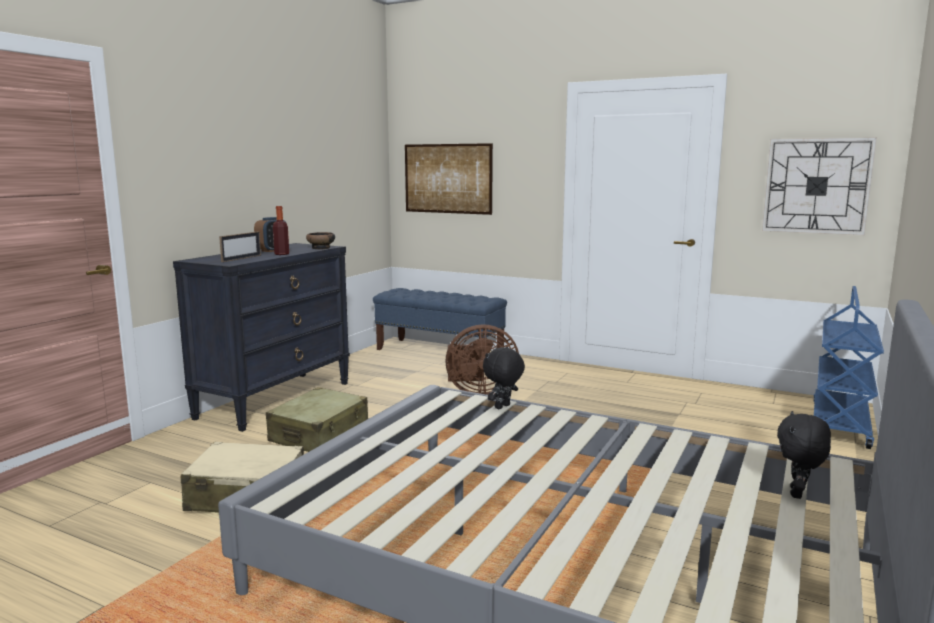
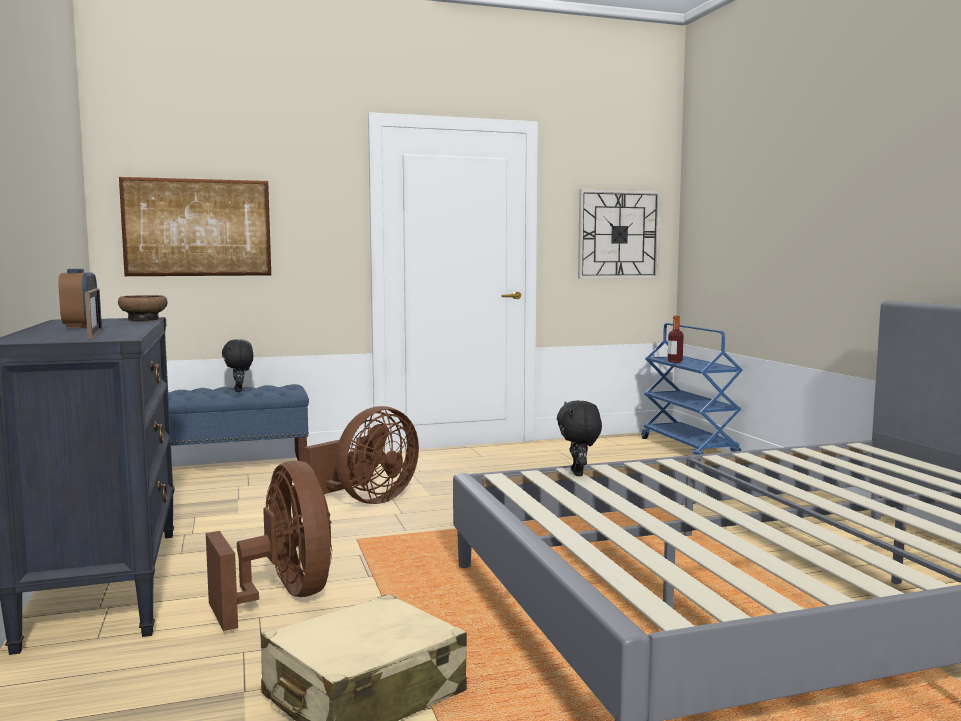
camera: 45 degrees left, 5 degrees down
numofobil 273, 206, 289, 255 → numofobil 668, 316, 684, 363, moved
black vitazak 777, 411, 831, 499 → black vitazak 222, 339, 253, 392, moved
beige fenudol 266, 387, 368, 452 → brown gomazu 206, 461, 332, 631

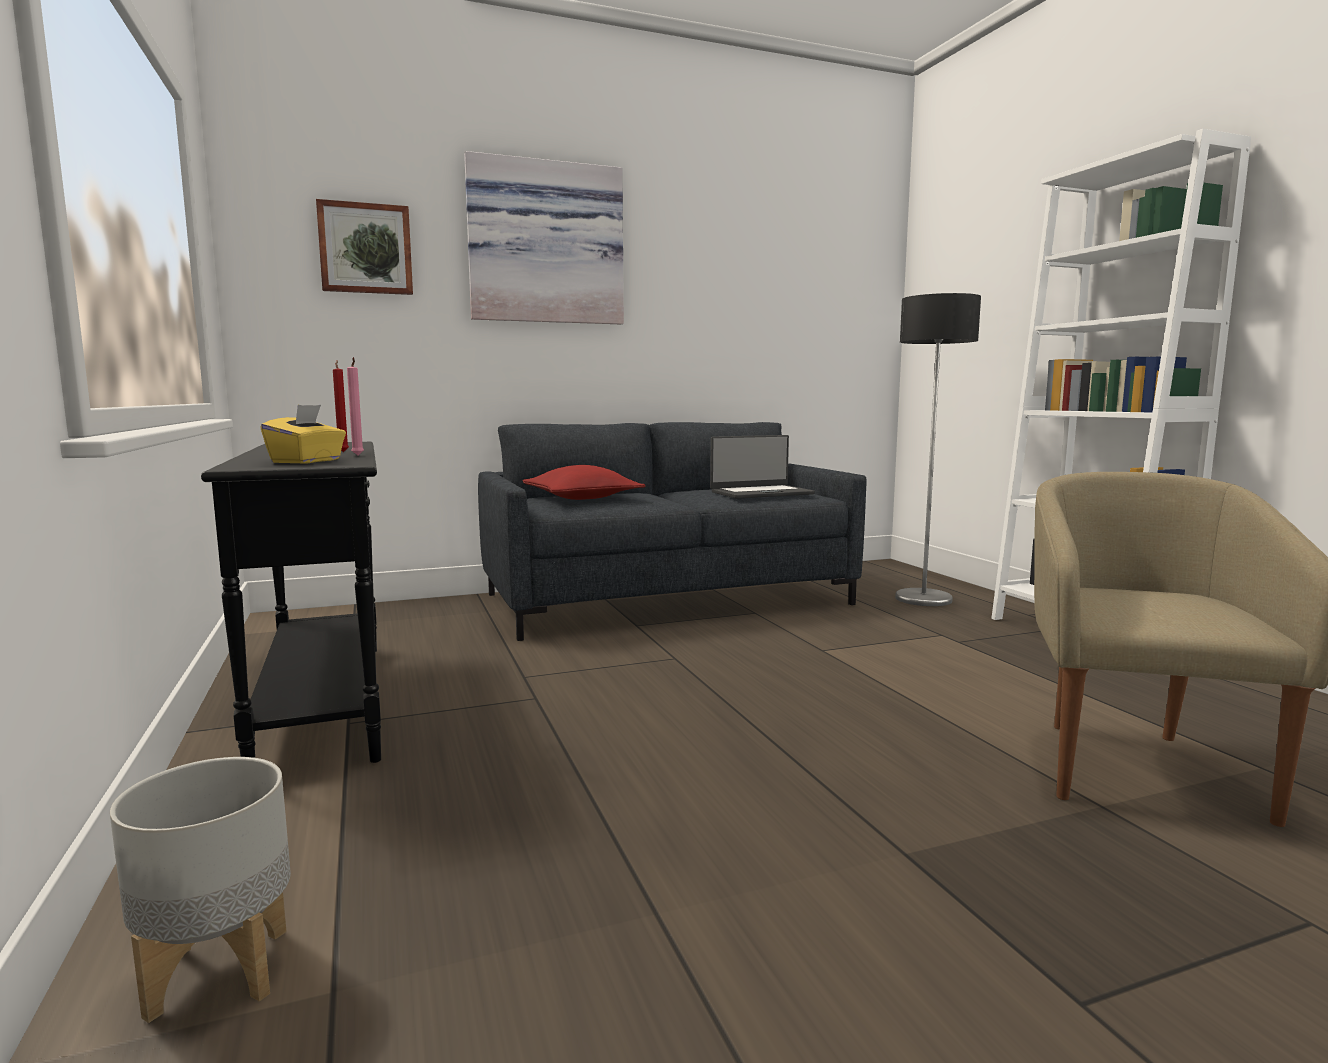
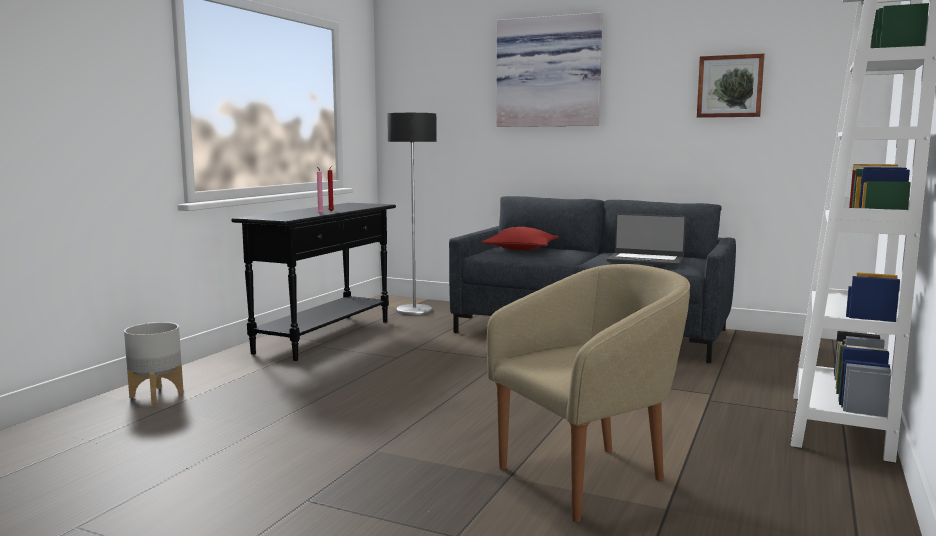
camera: 45 degrees right, 0 degrees up
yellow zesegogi 260, 405, 346, 463 → -
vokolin 316, 199, 413, 295 → vokolin 697, 53, 765, 118, moved
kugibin 895, 293, 981, 606 → kugibin 387, 113, 437, 316, moved

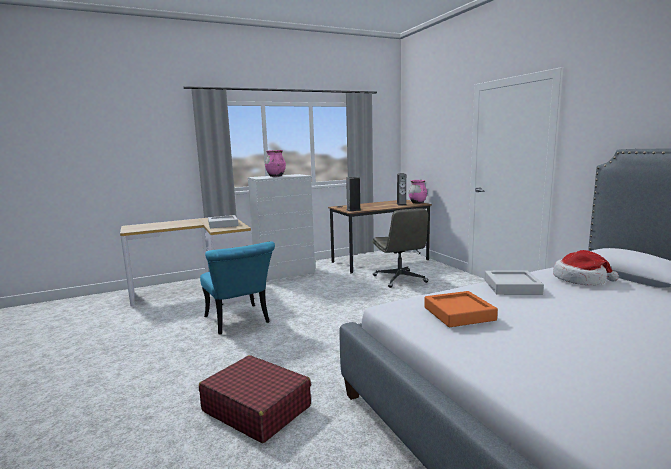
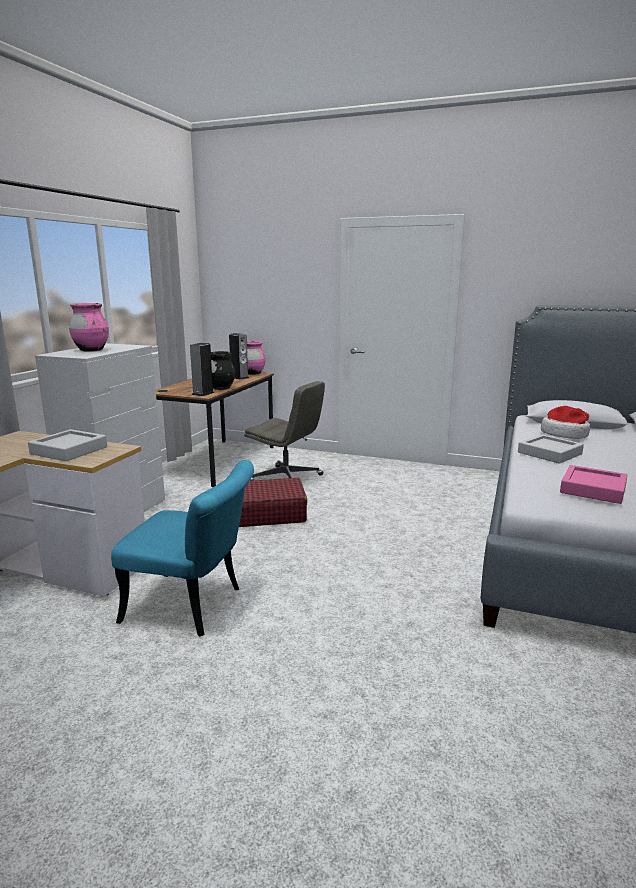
camera: 45 degrees left, 5 degrees up
- → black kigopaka 211, 351, 235, 390
red fenudol 199, 355, 311, 443 → red fenudol 239, 478, 307, 527, moved
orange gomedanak 424, 291, 498, 327 → pink gomedanak 560, 465, 628, 504

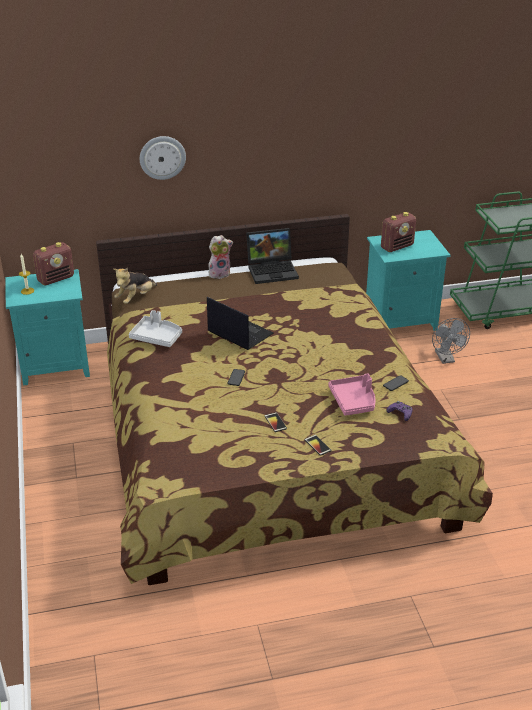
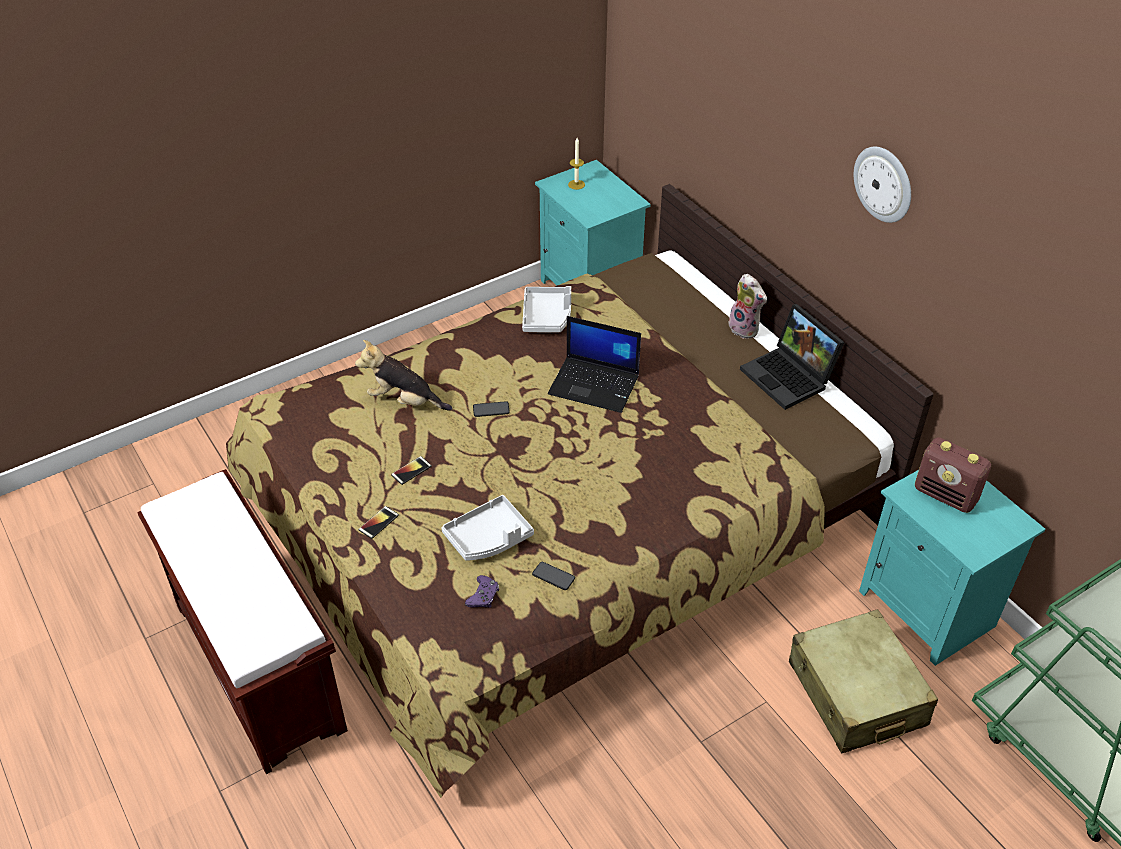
camera: 70 degrees right, 10 degrees up
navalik 33, 242, 74, 285 → -
- → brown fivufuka 137, 469, 348, 774
vitazak 113, 268, 157, 304 → vitazak 355, 340, 452, 411, moved
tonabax 140, 136, 186, 180 → tonabax 854, 147, 911, 223, moved
grey gomazu 432, 318, 470, 364 → beige fenudol 789, 609, 938, 753
pink gomedanak 328, 373, 376, 416 → grey gomedanak 442, 495, 534, 561
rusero 207, 297, 274, 350 → rusero 548, 316, 641, 413, 90 degrees clockwise

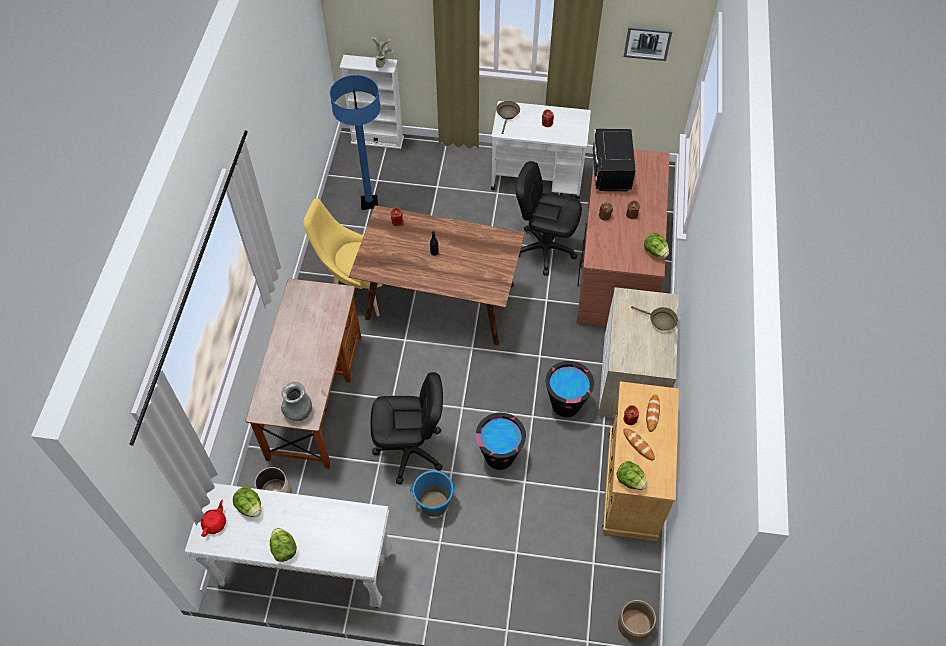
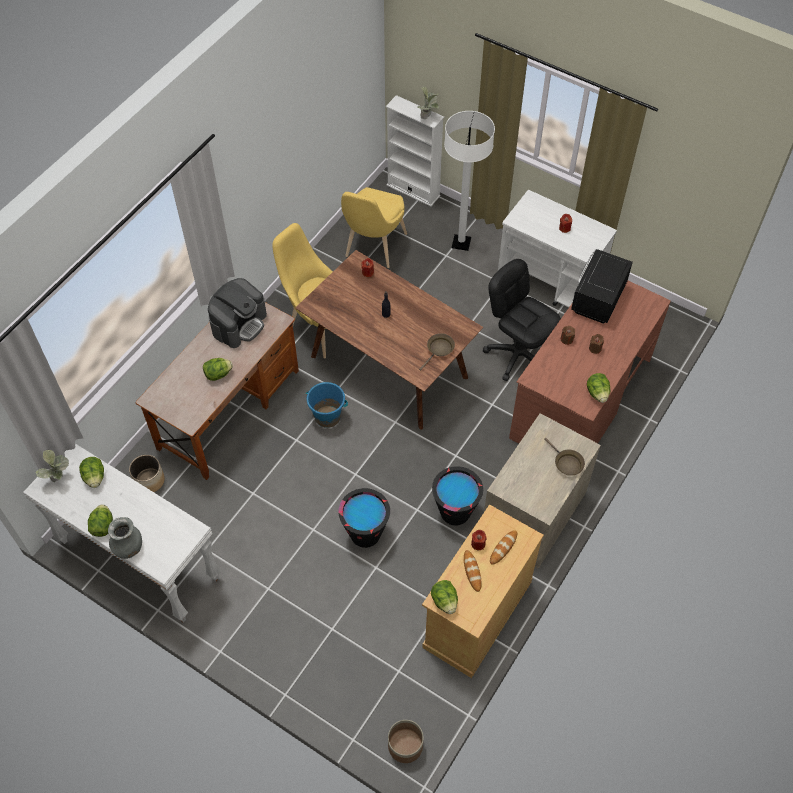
camera: 25 degrees right, 0 degrees up
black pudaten 370, 372, 443, 485 → -
vokolin 624, 26, 672, 61 → -
- → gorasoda 203, 358, 233, 381
- → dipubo 208, 278, 267, 348
- → white kugibin 444, 111, 495, 251
grey kigopaka 281, 382, 312, 421 → grey kigopaka 108, 517, 142, 559, moved
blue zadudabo 410, 470, 456, 517 → blue zadudabo 306, 382, 348, 428, moved
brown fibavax 496, 101, 520, 134 → brown fibavax 419, 333, 455, 371, moved
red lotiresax 201, 500, 226, 537 → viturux 35, 450, 69, 482
blue kugibin 330, 75, 381, 210 → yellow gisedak 341, 187, 407, 268

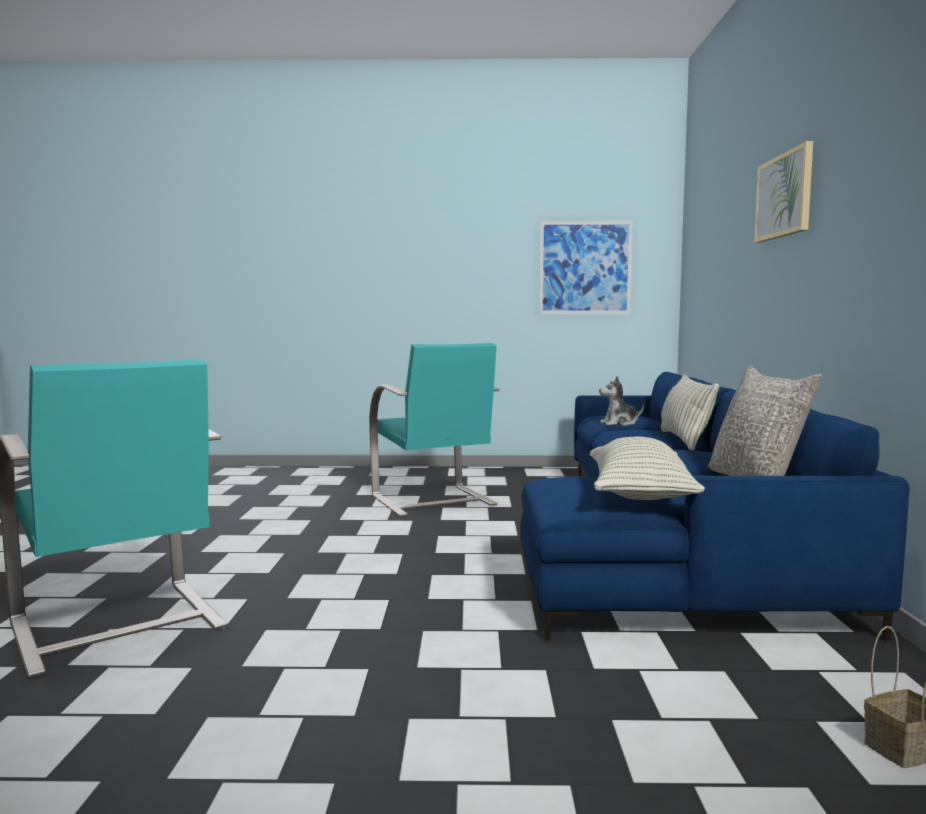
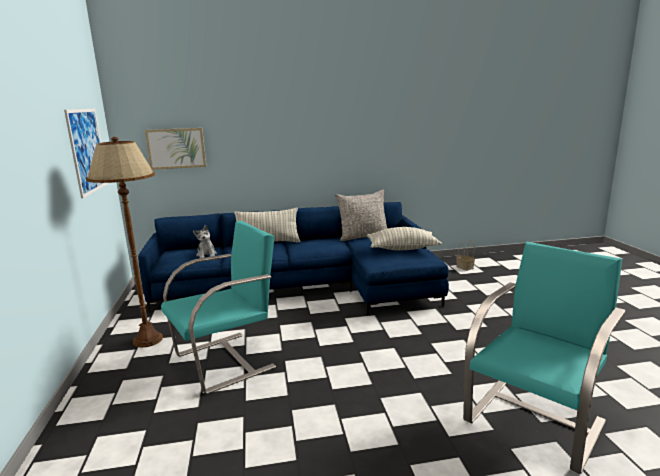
camera: 100 degrees left, 10 degrees up
- → brown kugibin 86, 137, 163, 348
vokolin 754, 141, 813, 243 → vokolin 145, 128, 206, 170, moved

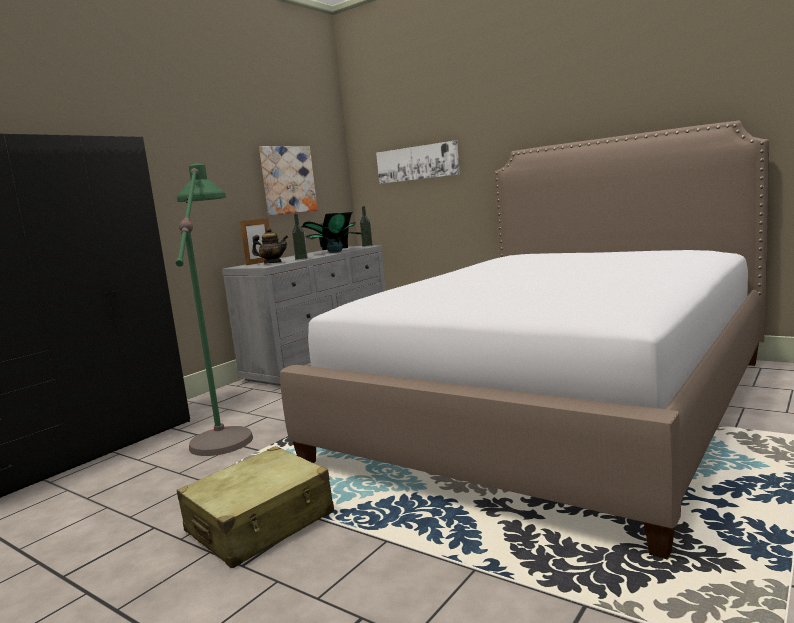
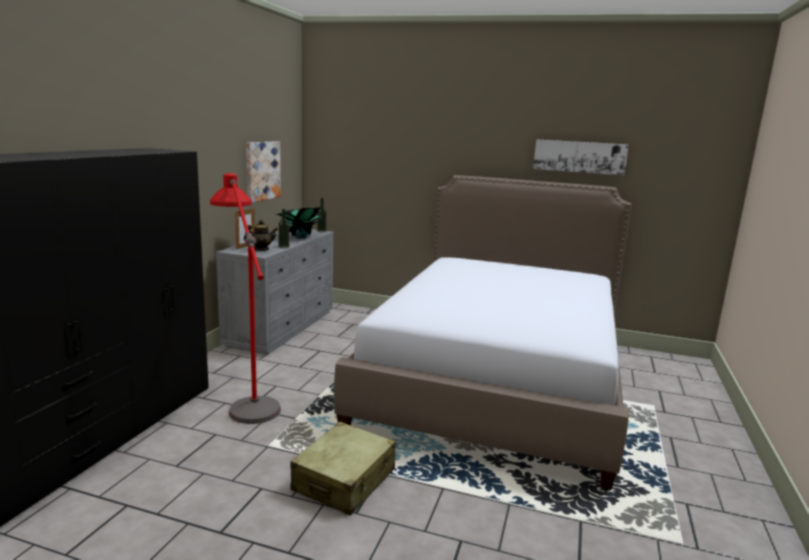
camera: 20 degrees left, 5 degrees up
vokolin 376, 140, 460, 184 → vokolin 533, 139, 629, 175, moved
green kugibin 176, 163, 253, 456 → red kugibin 210, 173, 281, 424

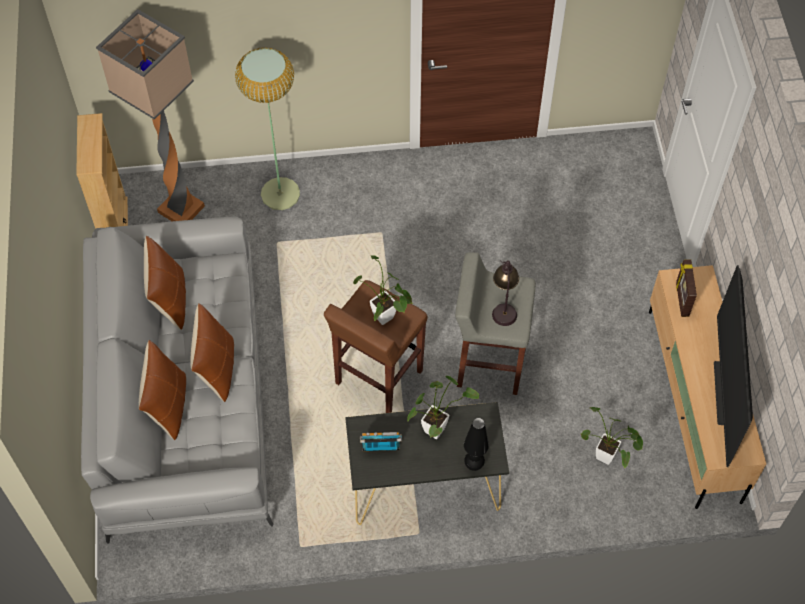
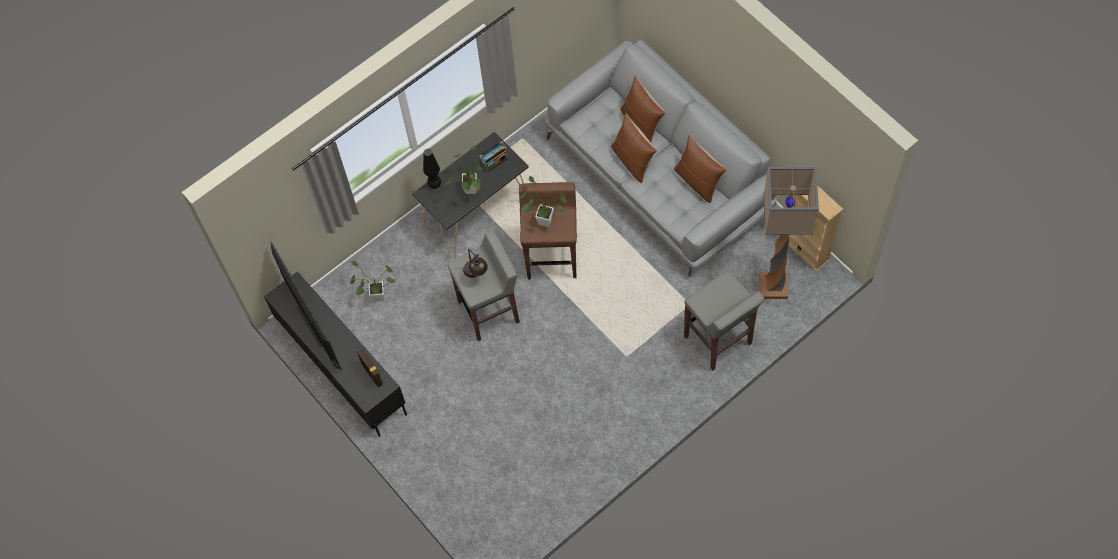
camera: 150 degrees right, 5 degrees up
kugibin 235, 47, 300, 210 → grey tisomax 684, 271, 765, 371
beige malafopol 649, 265, 766, 509 → black malafopol 264, 271, 407, 437

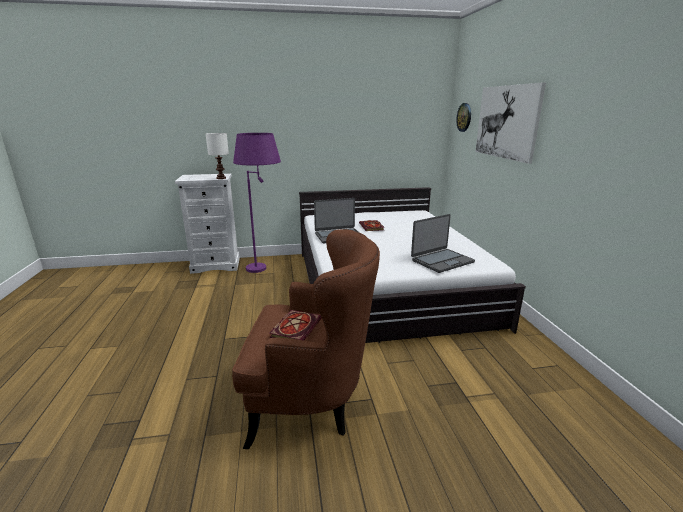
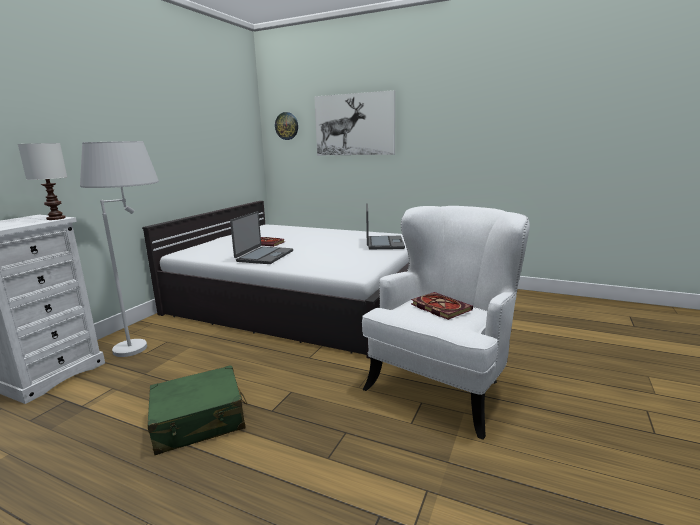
camera: 55 degrees left, 5 degrees down
- → green fenudol 147, 365, 248, 455
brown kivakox 232, 229, 380, 449 → white kivakox 362, 206, 530, 440
purple kugibin 233, 133, 281, 273 → white kugibin 80, 141, 159, 357

